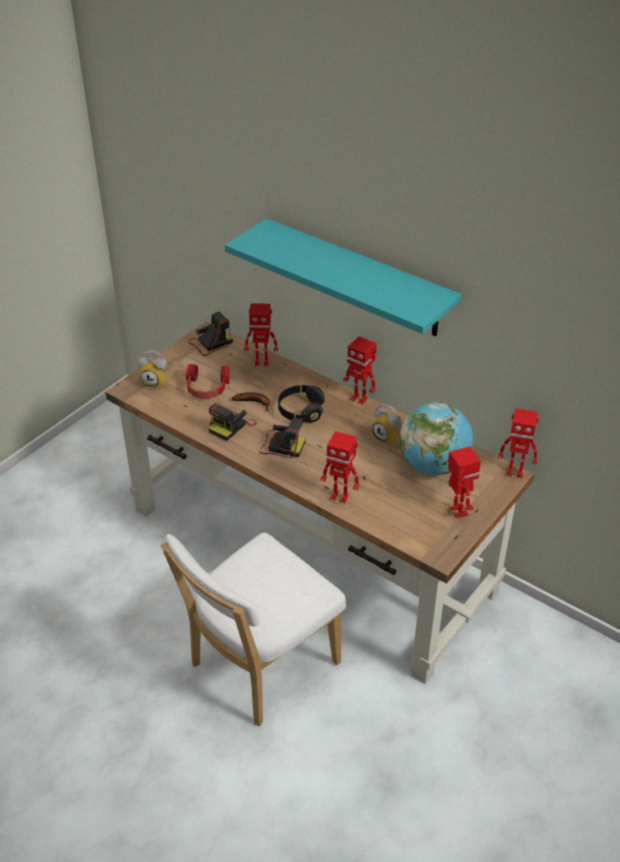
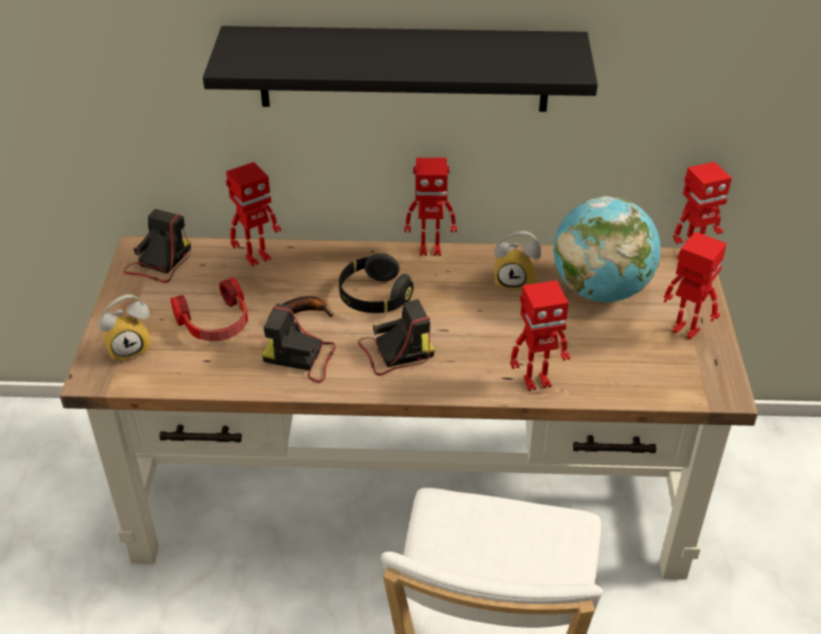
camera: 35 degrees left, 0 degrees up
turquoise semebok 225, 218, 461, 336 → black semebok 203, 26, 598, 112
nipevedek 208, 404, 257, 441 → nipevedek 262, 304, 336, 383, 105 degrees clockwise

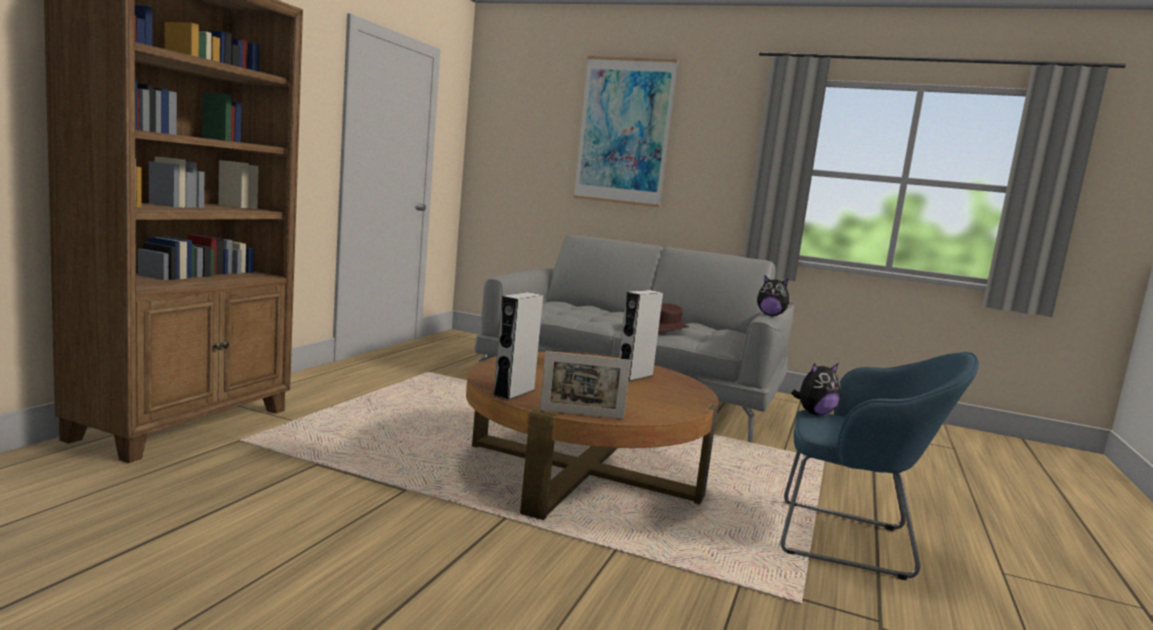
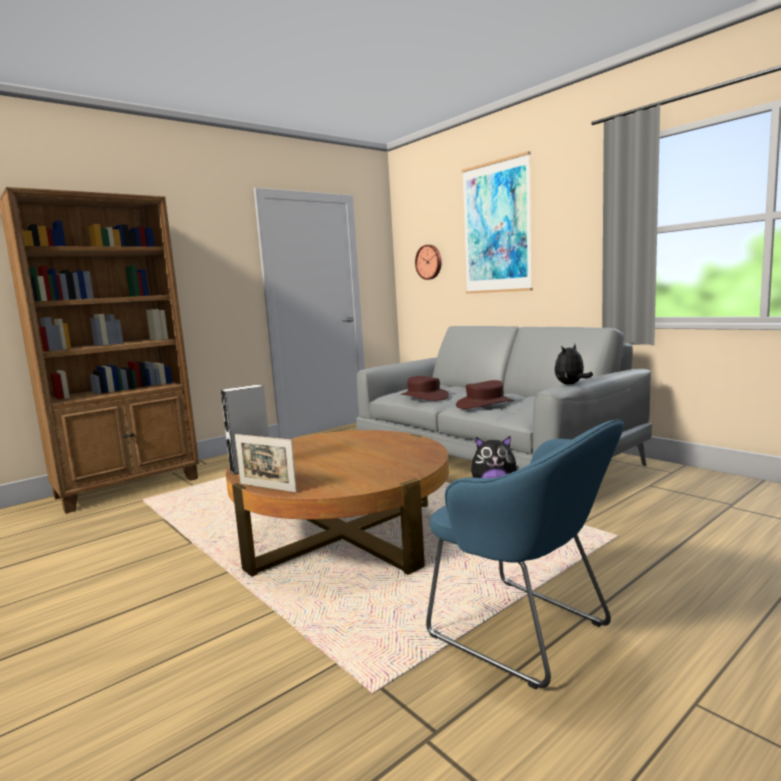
camera: 30 degrees right, 0 degrees up
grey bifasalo 619, 290, 663, 381 → -
- → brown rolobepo 401, 376, 449, 401
- → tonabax 415, 245, 442, 280
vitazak 757, 275, 792, 316 → vitazak 555, 344, 593, 385, 90 degrees clockwise

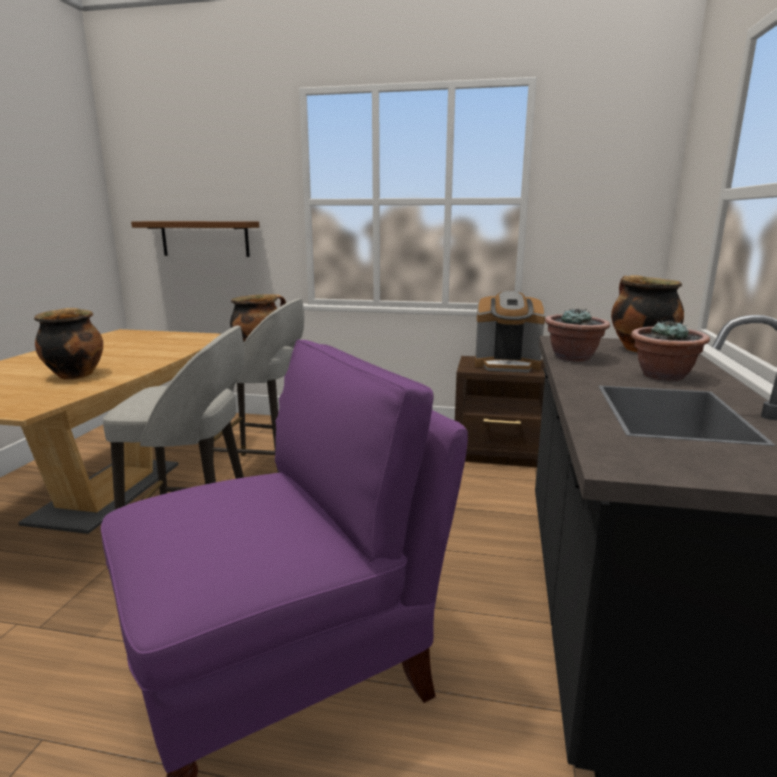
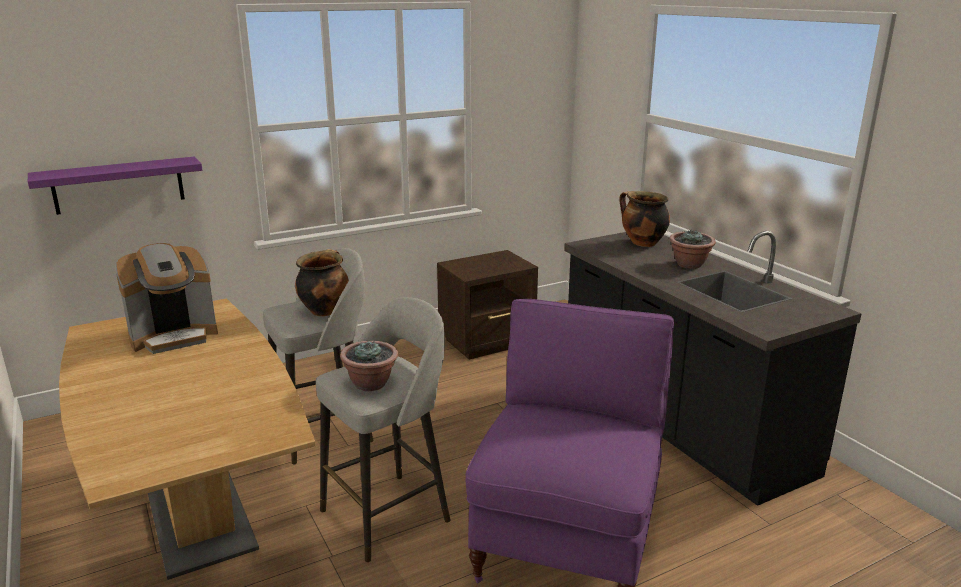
camera: 40 degrees left, 5 degrees up
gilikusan 34, 308, 103, 380 → -
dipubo 475, 291, 545, 373 → dipubo 115, 243, 218, 354, moved
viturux 545, 308, 610, 362 → viturux 340, 341, 398, 391, moved
brown semebok 131, 221, 259, 257 → purple semebok 28, 157, 202, 215

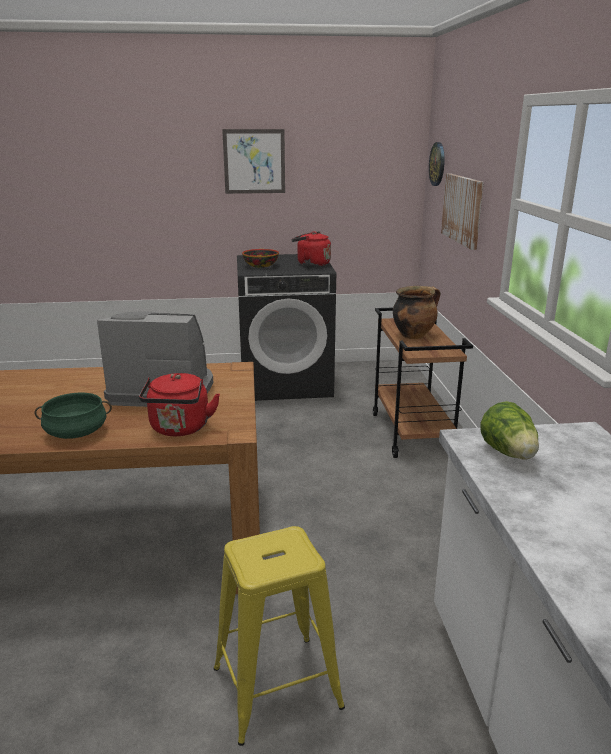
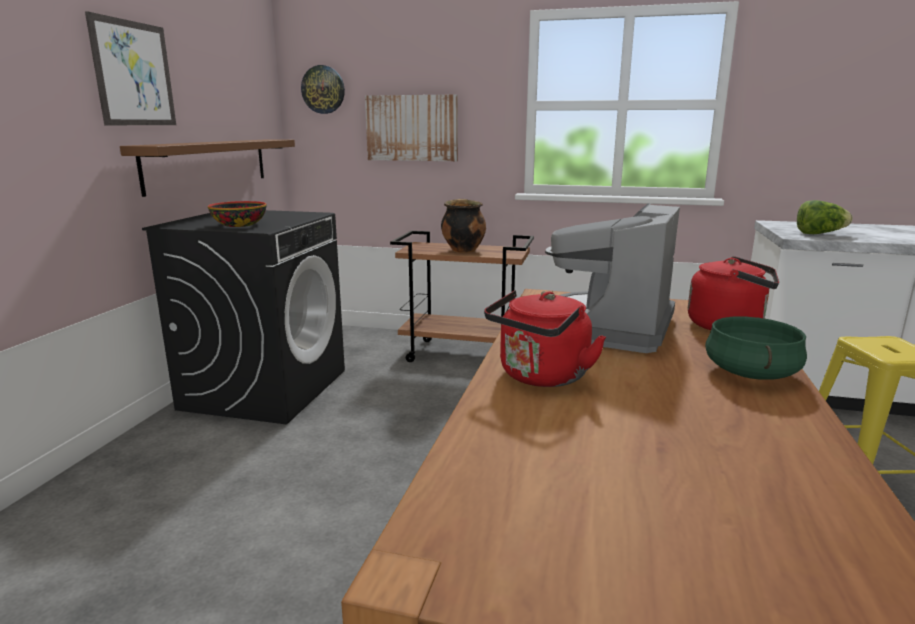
camera: 70 degrees left, 5 degrees down
- → brown semebok 120, 139, 295, 197
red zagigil 291, 231, 331, 267 → red zagigil 484, 290, 606, 387, moved

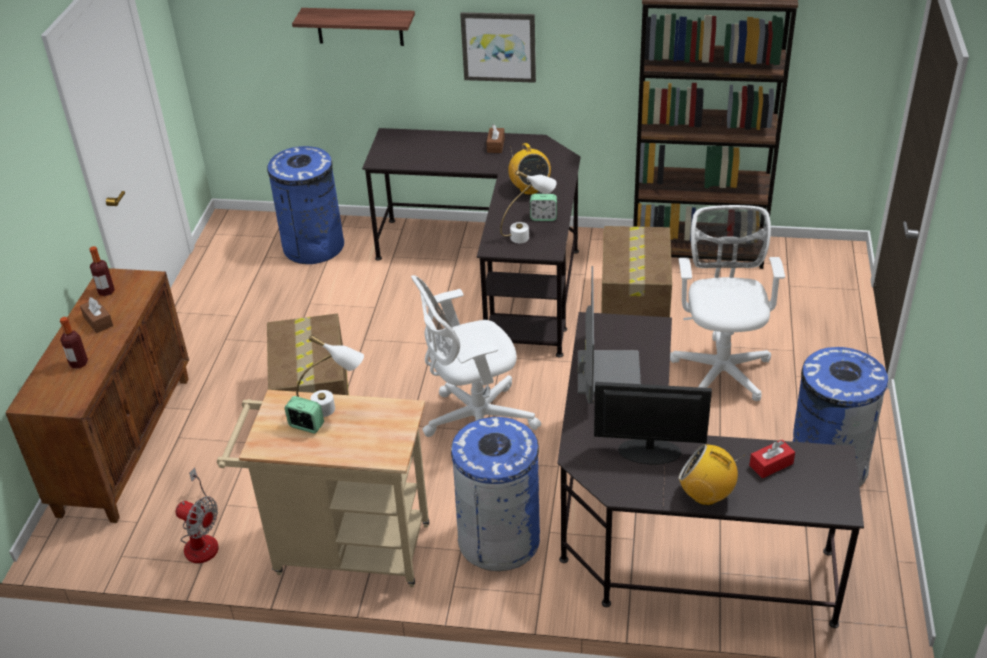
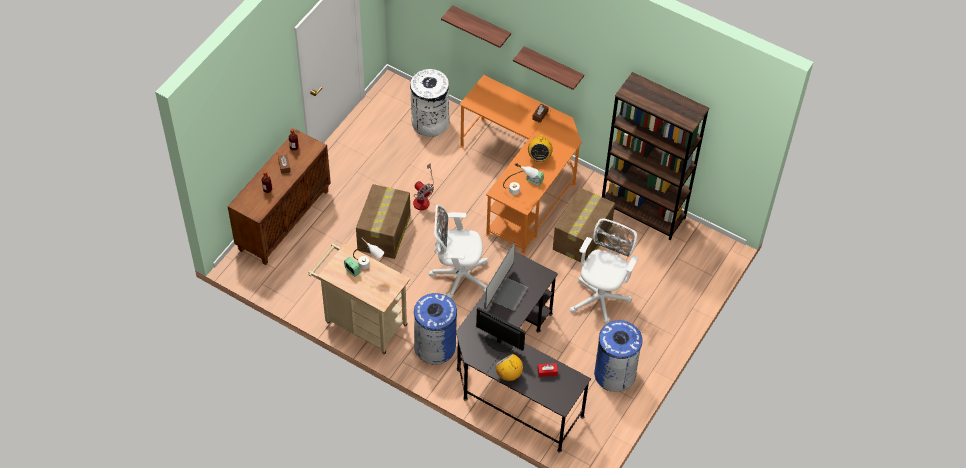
camera: 20 degrees right, 15 degrees up
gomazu 176, 467, 219, 563 → gomazu 413, 163, 434, 210, moved
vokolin 460, 12, 536, 83 → semebok 513, 46, 584, 90
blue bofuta 267, 146, 344, 264 → white bofuta 410, 69, 449, 137
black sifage 362, 128, 580, 357 → orange sifage 459, 75, 582, 255

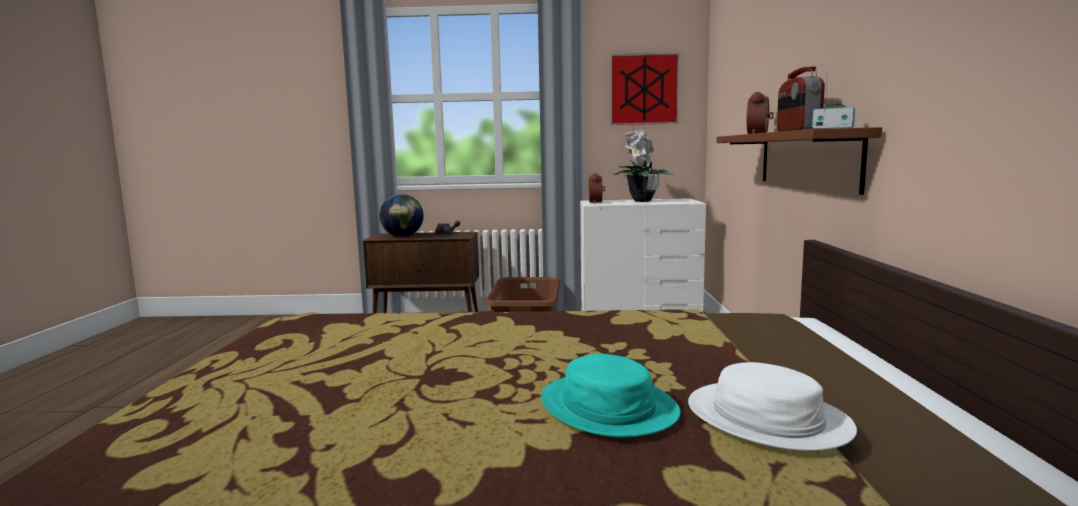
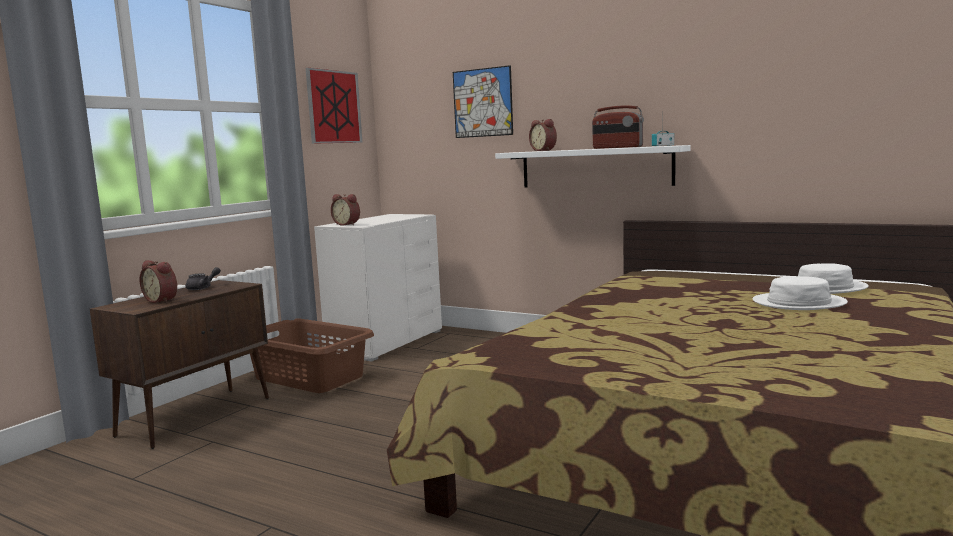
camera: 60 degrees left, 0 degrees up
viturux 614, 128, 675, 202 → -
- → vokolin 453, 65, 513, 138
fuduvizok 379, 194, 424, 237 → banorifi 140, 260, 177, 303
turquoise rolobepo 541, 354, 681, 438 → white rolobepo 753, 276, 848, 310
brown semebok 716, 127, 882, 195 → white semebok 495, 145, 691, 188

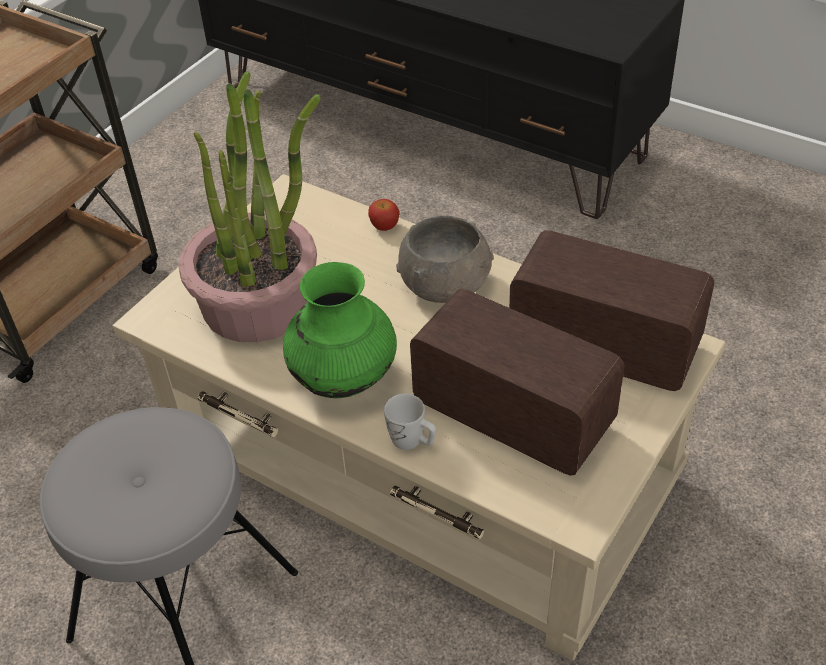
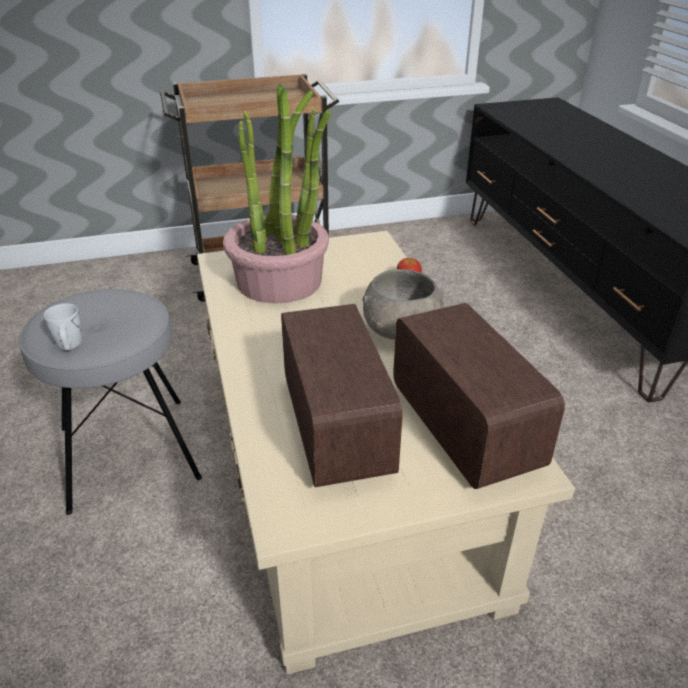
camera: 40 degrees right, 10 degrees down
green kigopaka 283, 262, 397, 398 → -
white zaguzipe 384, 394, 436, 450 → white zaguzipe 44, 303, 82, 350, moved

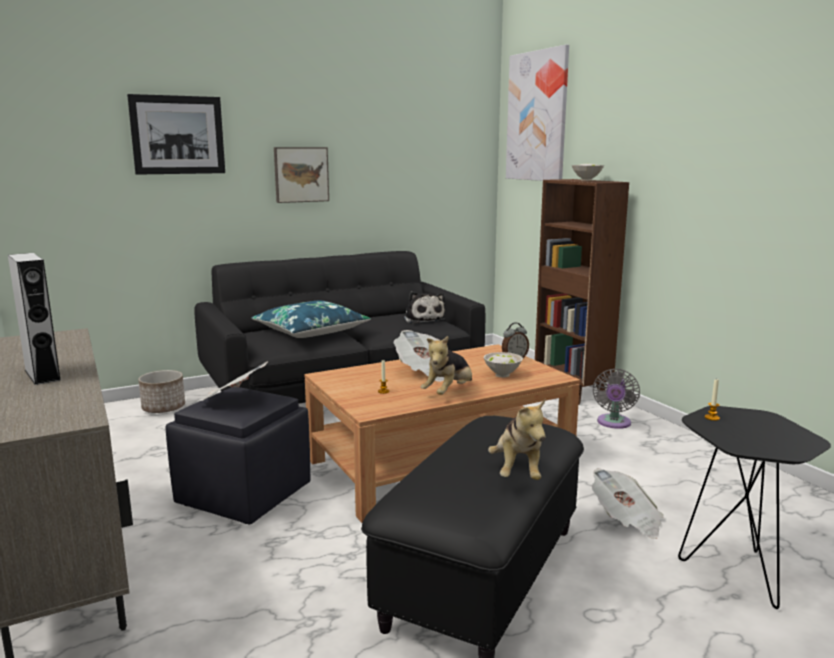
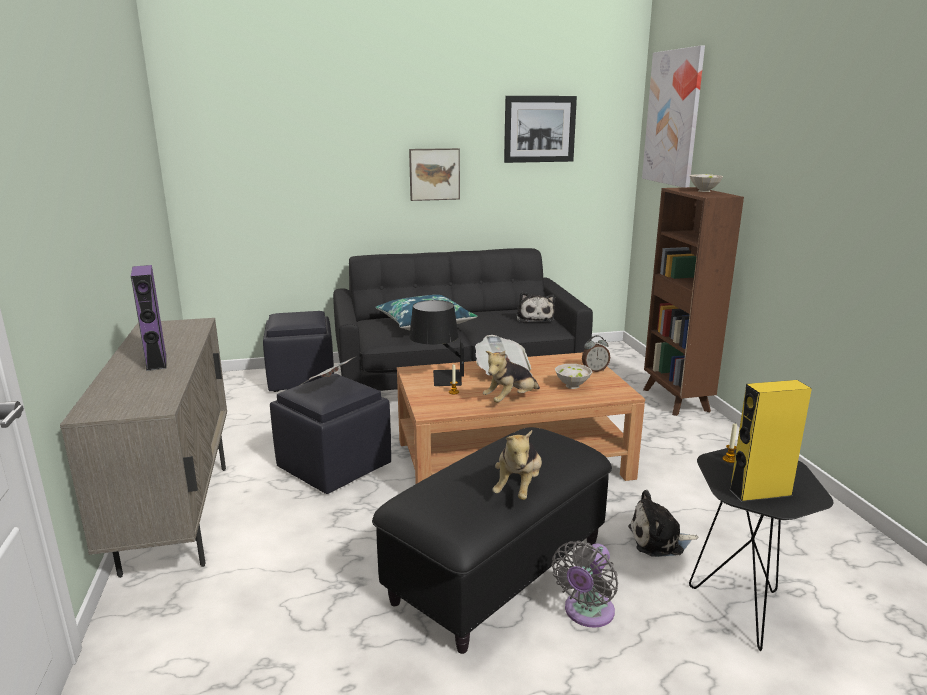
camera: 15 degrees right, 5 degrees up
- → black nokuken 409, 300, 464, 386
- → yellow bifasalo 729, 380, 812, 502
vokolin 127, 94, 225, 175 → vokolin 504, 96, 577, 163, moved
grey gomazu 593, 369, 640, 429 → grey gomazu 552, 541, 618, 628, moved
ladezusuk 138, 370, 185, 413 → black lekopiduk 263, 311, 334, 392
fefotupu 591, 468, 664, 539 → vitazak 628, 490, 699, 557
grey bifasalo 8, 253, 61, 385 → purple bifasalo 131, 265, 167, 371

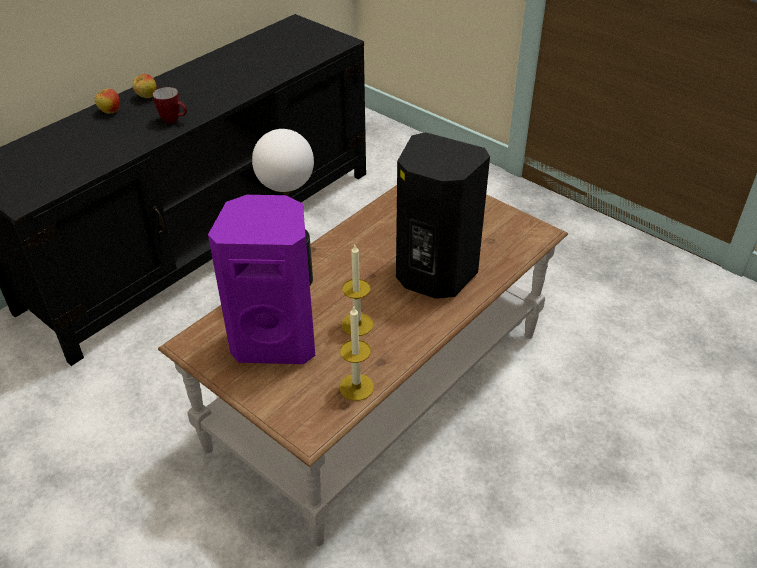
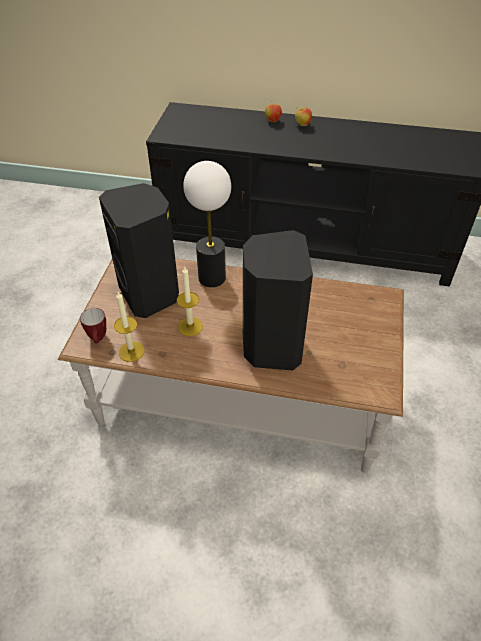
camera: 60 degrees right, 5 degrees up
zaguzipe 153, 87, 187, 124 → zaguzipe 80, 308, 106, 343, moved
purple bifasalo 208, 195, 315, 364 → black bifasalo 99, 183, 179, 318

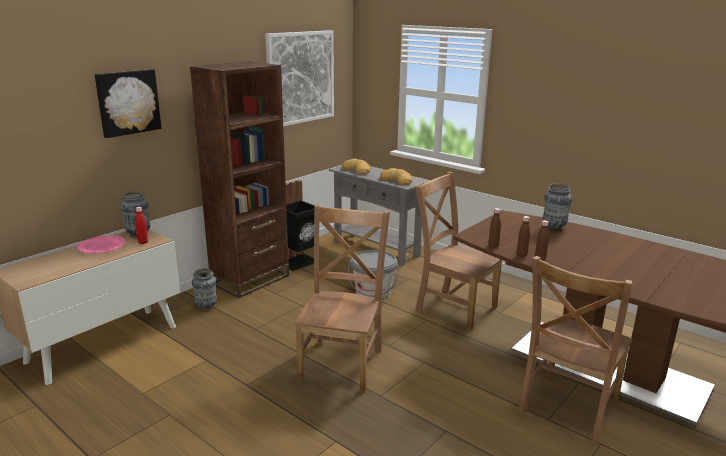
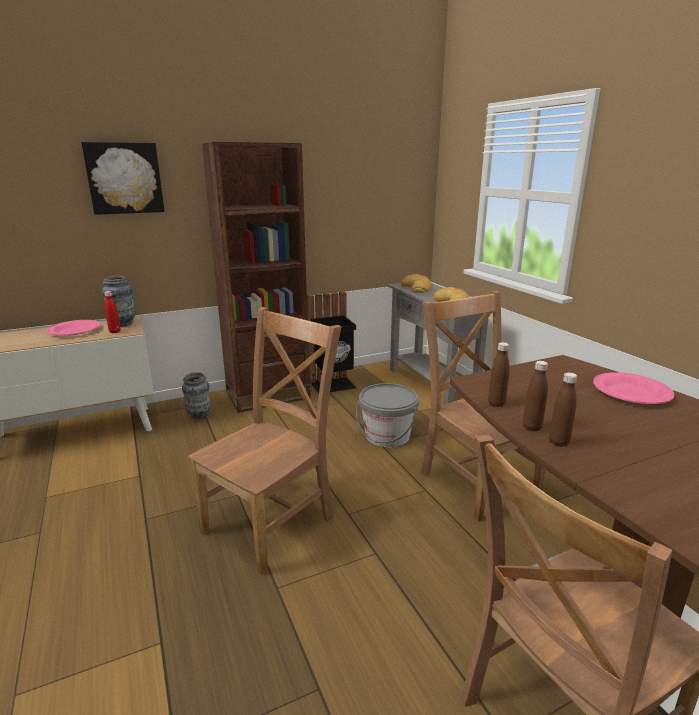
camera: 25 degrees right, 0 degrees up
vokolin 265, 30, 334, 126 → -
kigopaka 543, 183, 572, 230 → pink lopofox 593, 372, 674, 404

